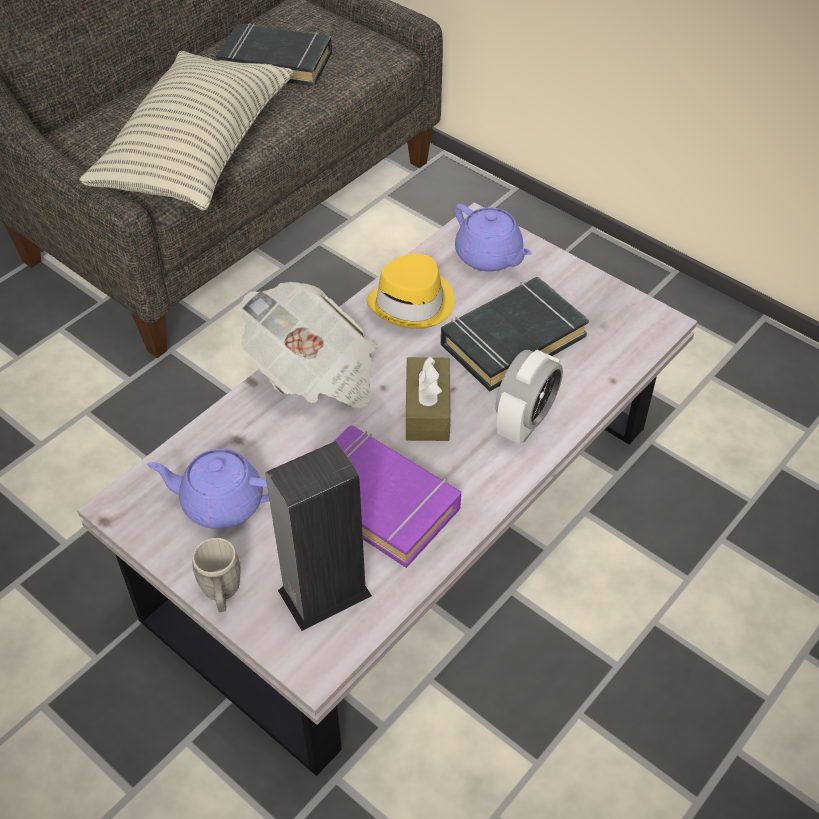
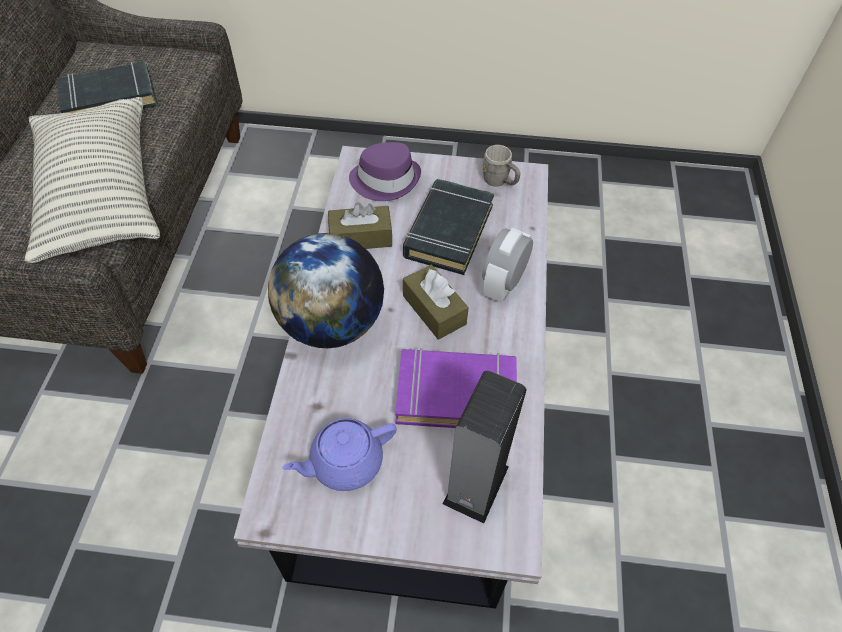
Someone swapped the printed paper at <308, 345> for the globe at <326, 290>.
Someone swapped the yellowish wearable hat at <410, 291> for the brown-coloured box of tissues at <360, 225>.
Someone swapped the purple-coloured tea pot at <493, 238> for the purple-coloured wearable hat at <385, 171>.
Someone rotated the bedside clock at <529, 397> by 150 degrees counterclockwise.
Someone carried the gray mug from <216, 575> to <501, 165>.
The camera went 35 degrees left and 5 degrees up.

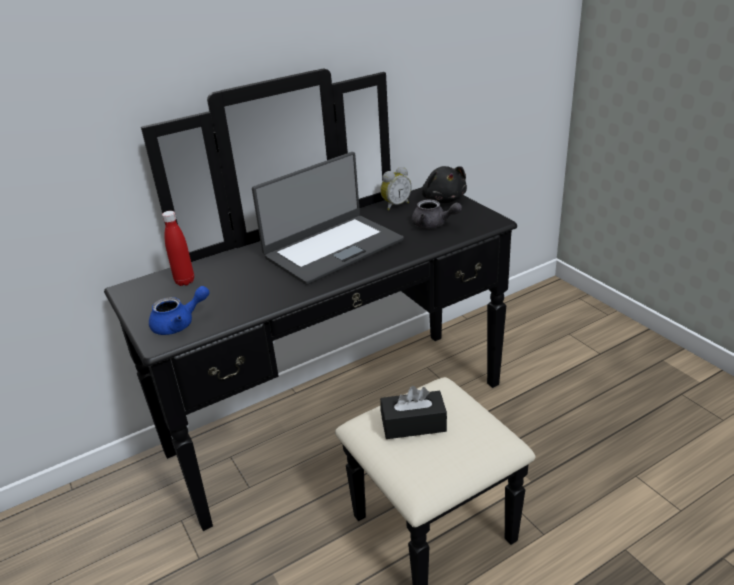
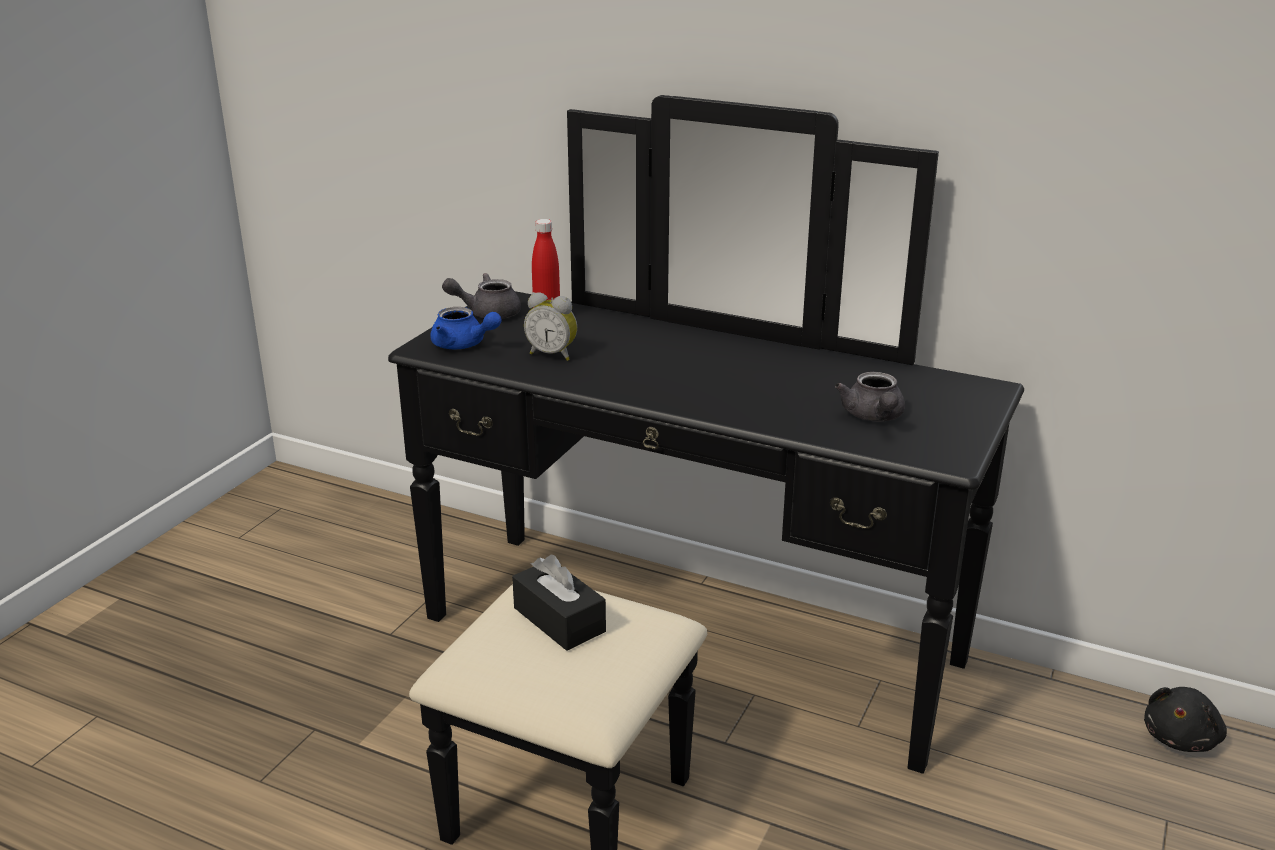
Someone put down the gray tea pot at <481, 296>.
Someone carried the bedside clock from <396, 188> to <550, 326>.
Someone carried the black cuddly toy from <444, 184> to <1185, 719>.
Someone took away the laptop at <328, 218>.
The camera went 55 degrees right and 5 degrees down.

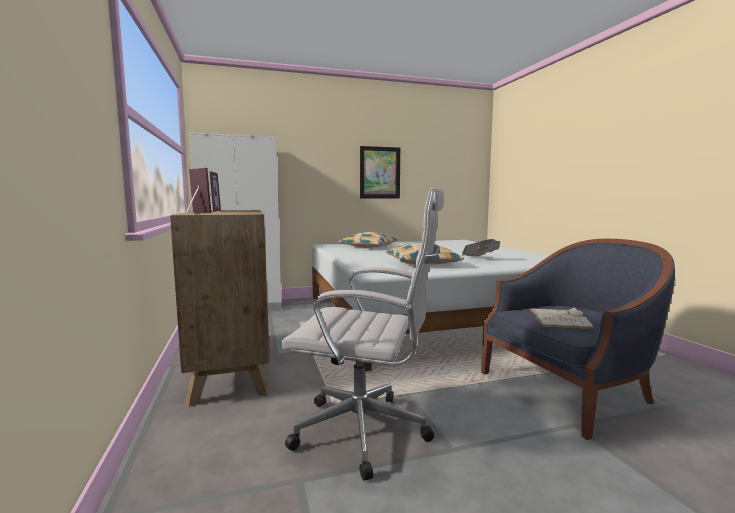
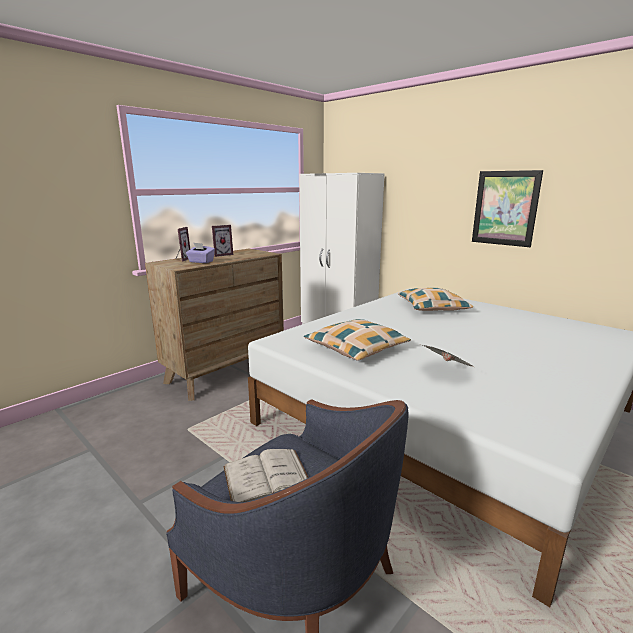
Someone put down the purple-coloured box of tissues at <200, 253>.
Someone took away the white computer chair at <362, 334>.
The camera went 60 degrees right and 10 degrees up.

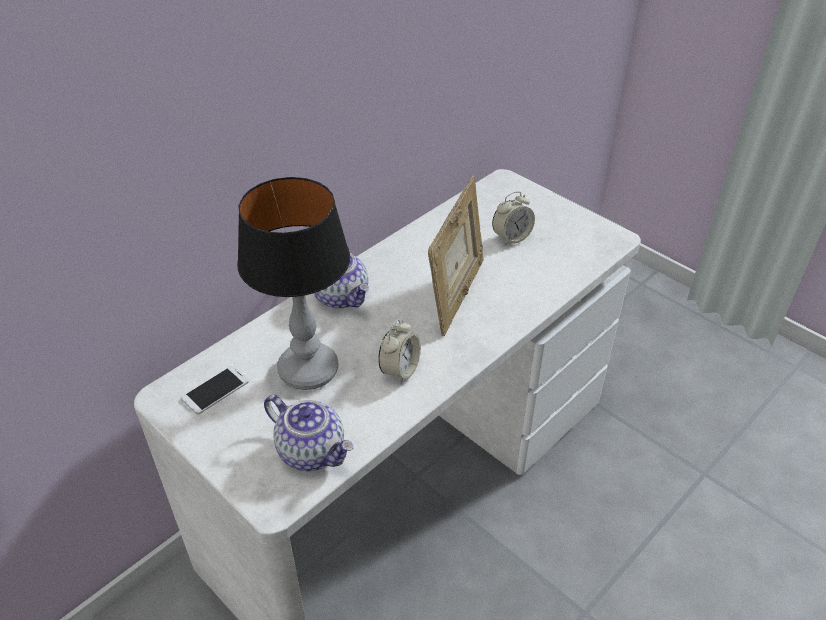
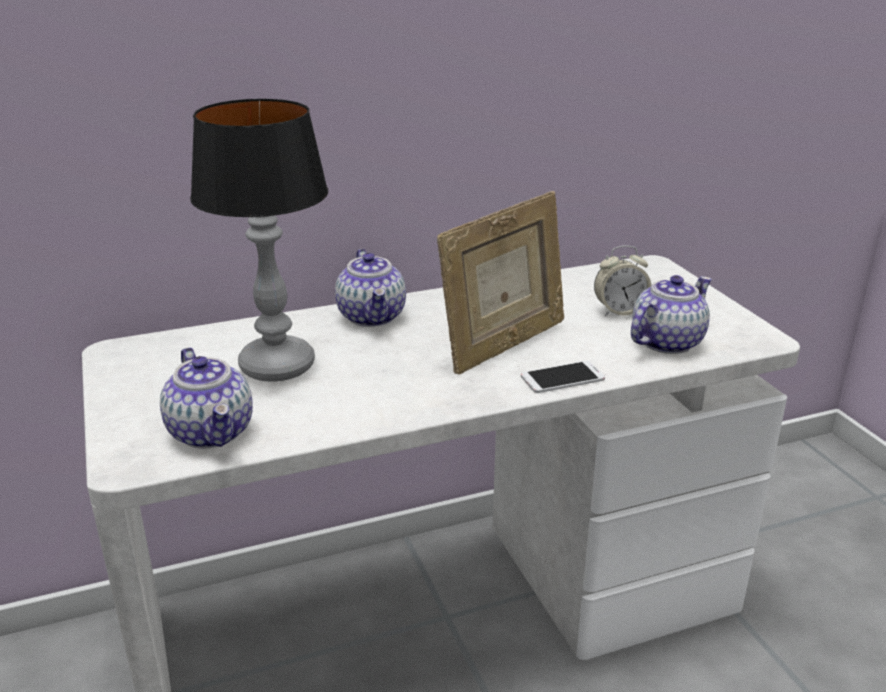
Someone carried the handset from <215, 390> to <563, 377>.
Someone put down the tea pot at <671, 314>.
Someone took away the bedside clock at <399, 351>.
The camera went 25 degrees right and 15 degrees down.

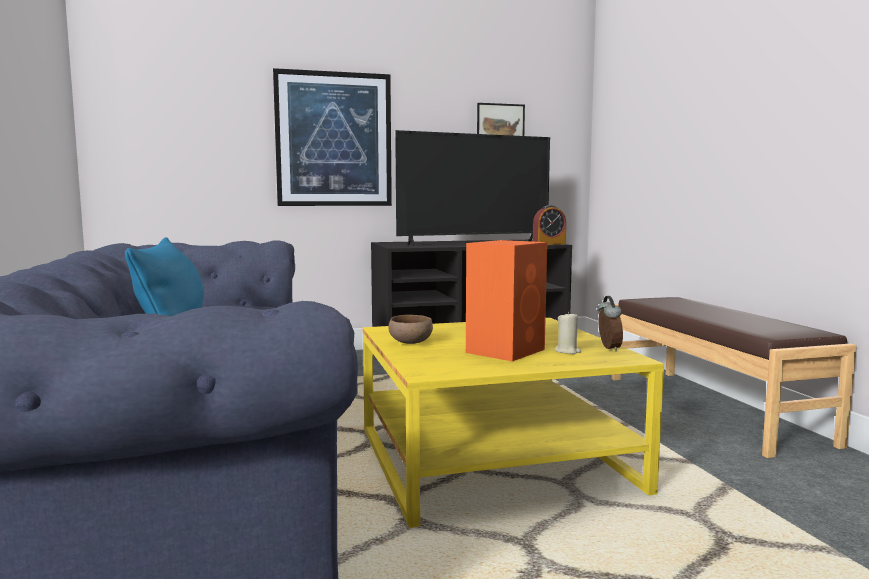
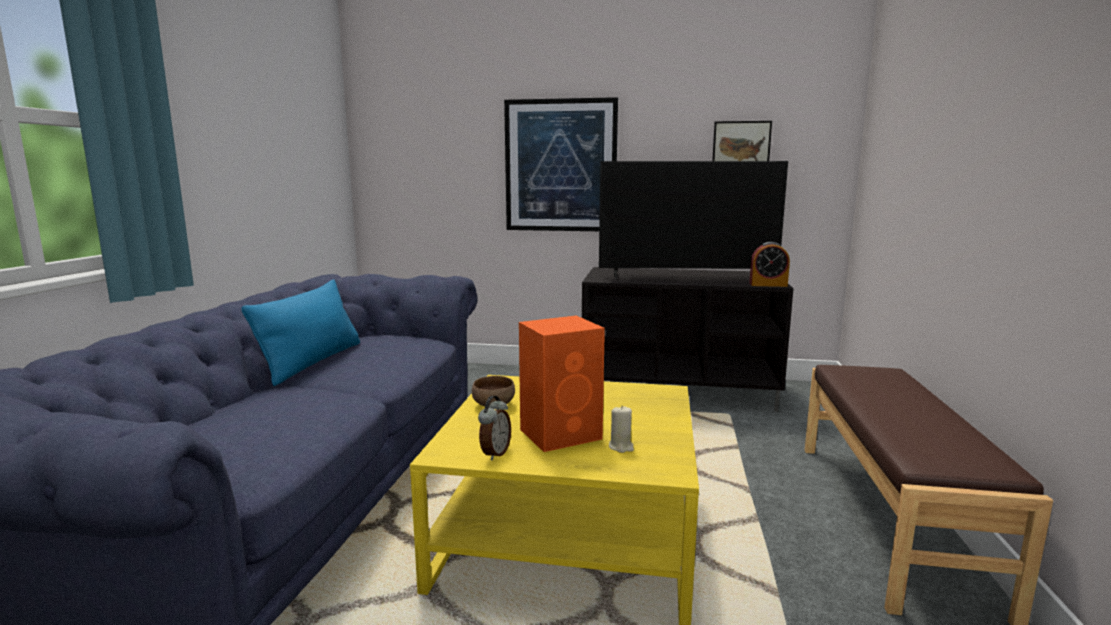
Someone carried the bedside clock from <610, 323> to <494, 428>.
The camera went 25 degrees right and 5 degrees up.

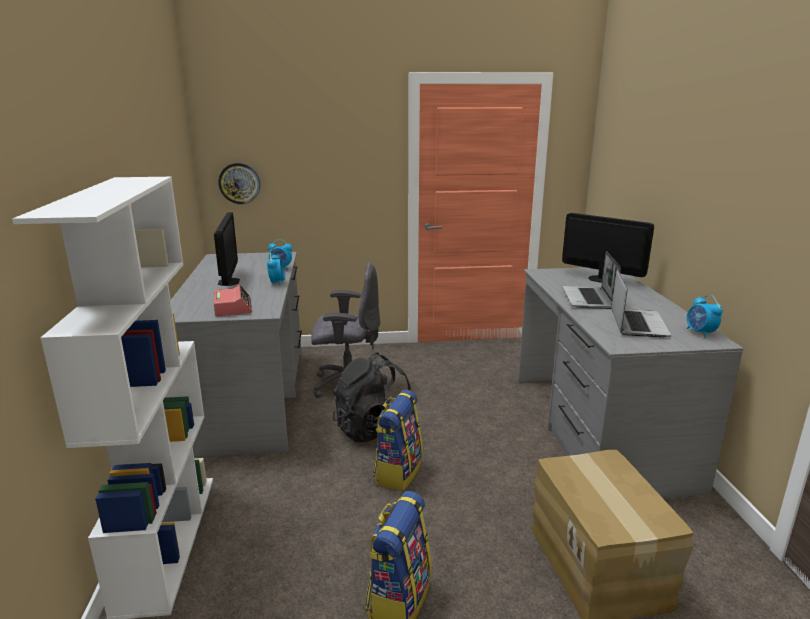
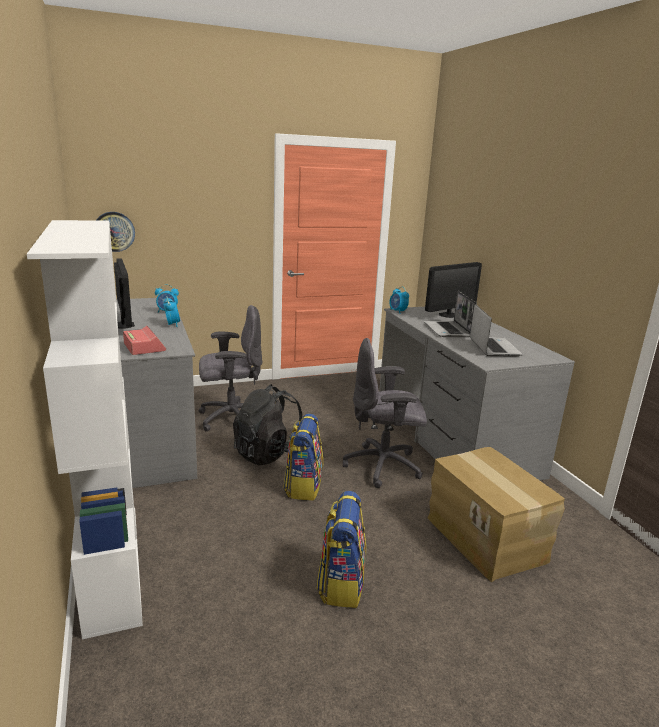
Someone put down the gray computer chair at <385, 413>.
Someone carried the bedside clock from <705, 316> to <399, 300>.
Someone rotated the computer screen at <608, 248> by 120 degrees clockwise.
The camera went 15 degrees left and 0 degrees up.

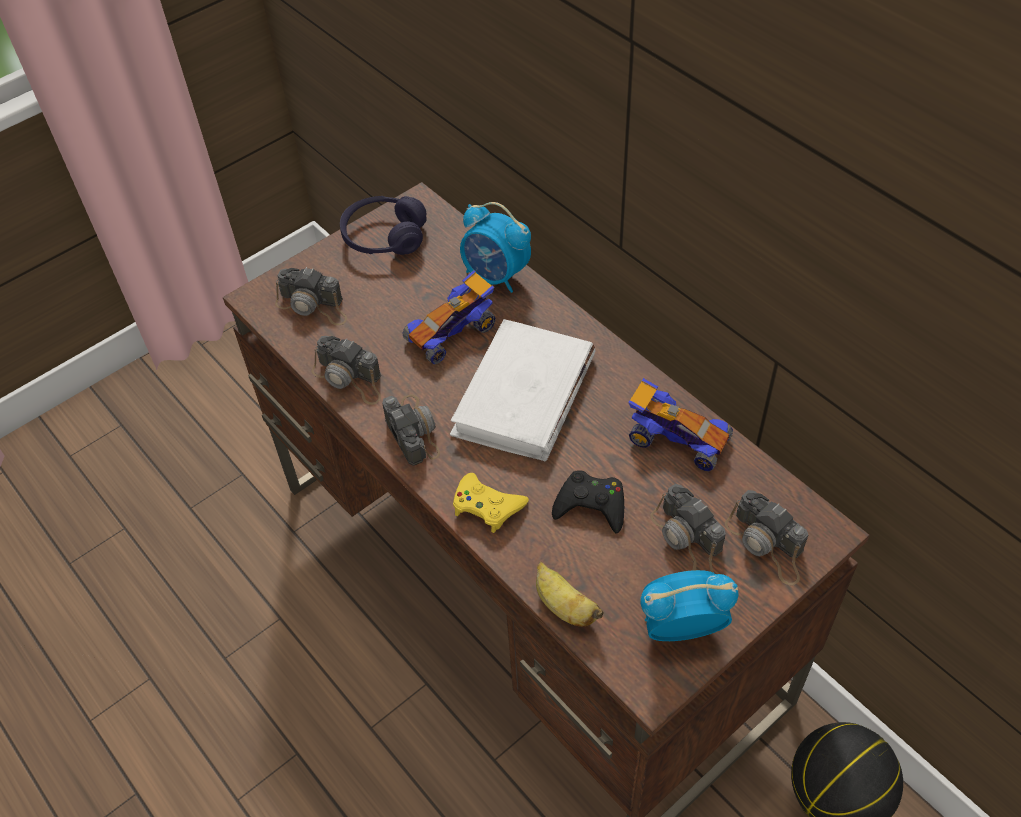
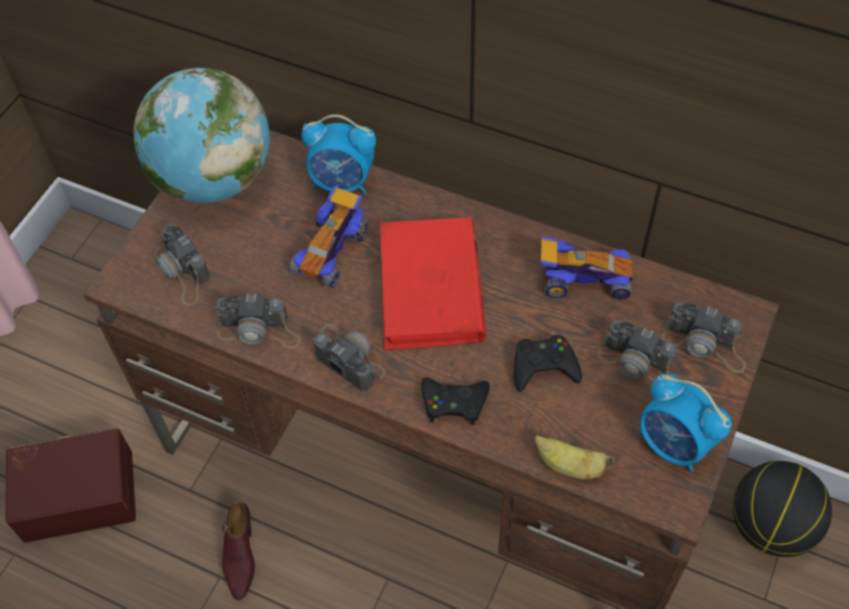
Someone put down the brown-coloured storage bin at <71, 485>.
Someone swapped the purple-coloured headphones at <383, 225> for the globe at <201, 135>.
Someone rotated the still camera at <311, 296> by 60 degrees clockwise.
Someone put down the brown-coloured shoe at <238, 550>.
Someone repainted the white book at <523, 390>, which became the red-coloured book at <433, 283>.
Someone repainted the yellowish joypad at <491, 503>, which became the black joypad at <455, 401>.
Someone rotated the bedside clock at <689, 605> by 105 degrees counterclockwise.
The camera went 25 degrees left and 5 degrees up.

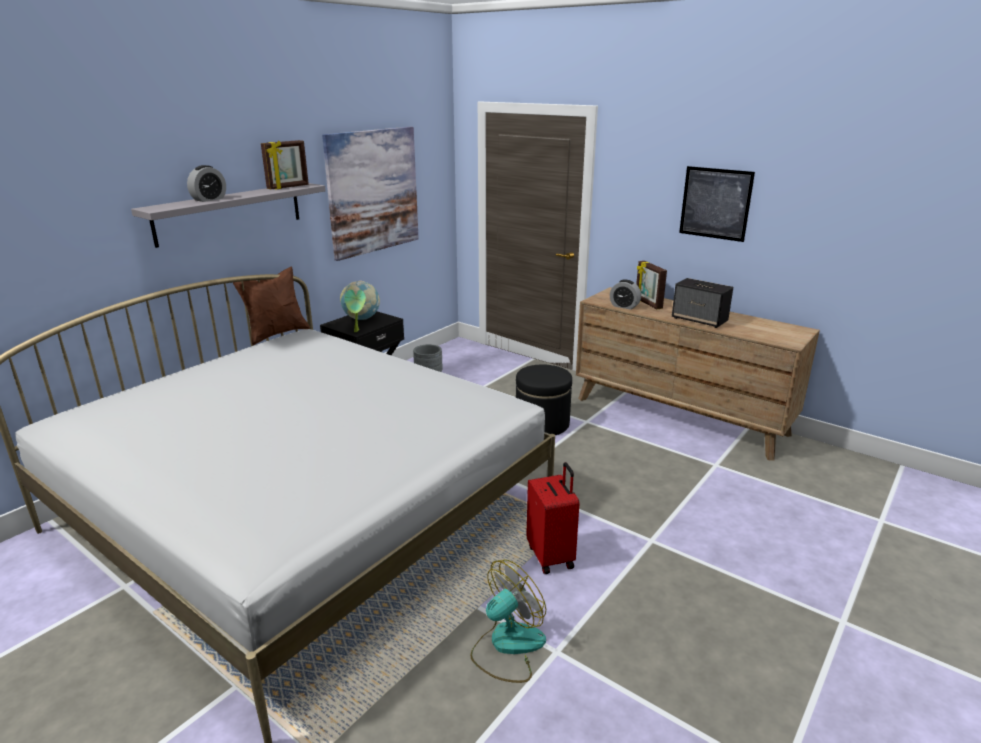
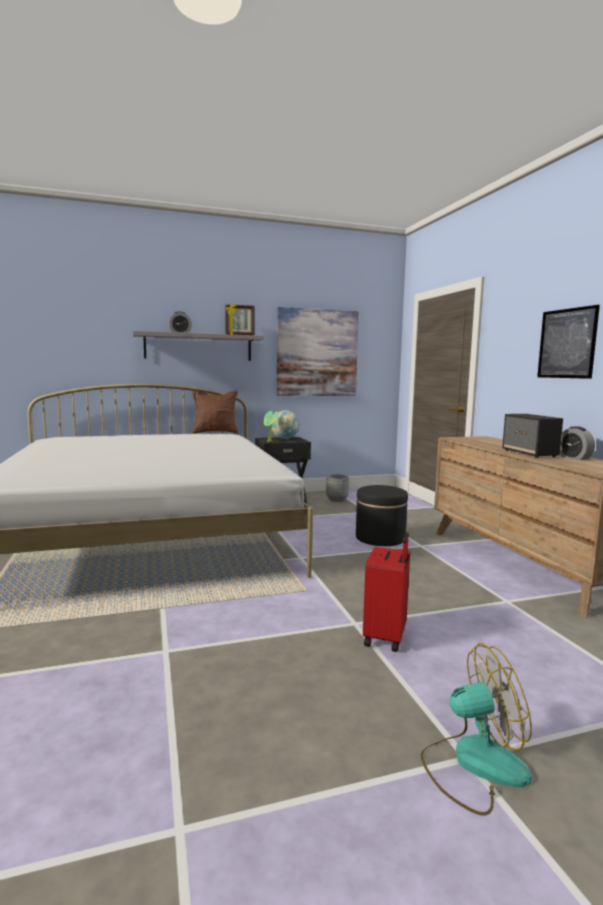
Someone carried the red-coloured suitcase from <552, 518> to <386, 592>.
Someone carried the cooling fan from <508, 621> to <476, 729>.
Someone carried the bedside clock from <625, 294> to <577, 443>.
Someone took away the standing frame at <651, 285>.
The camera went 35 degrees right and 15 degrees down.

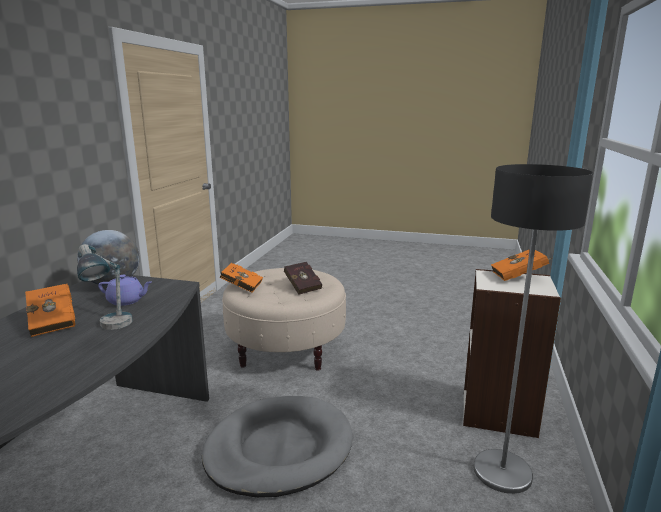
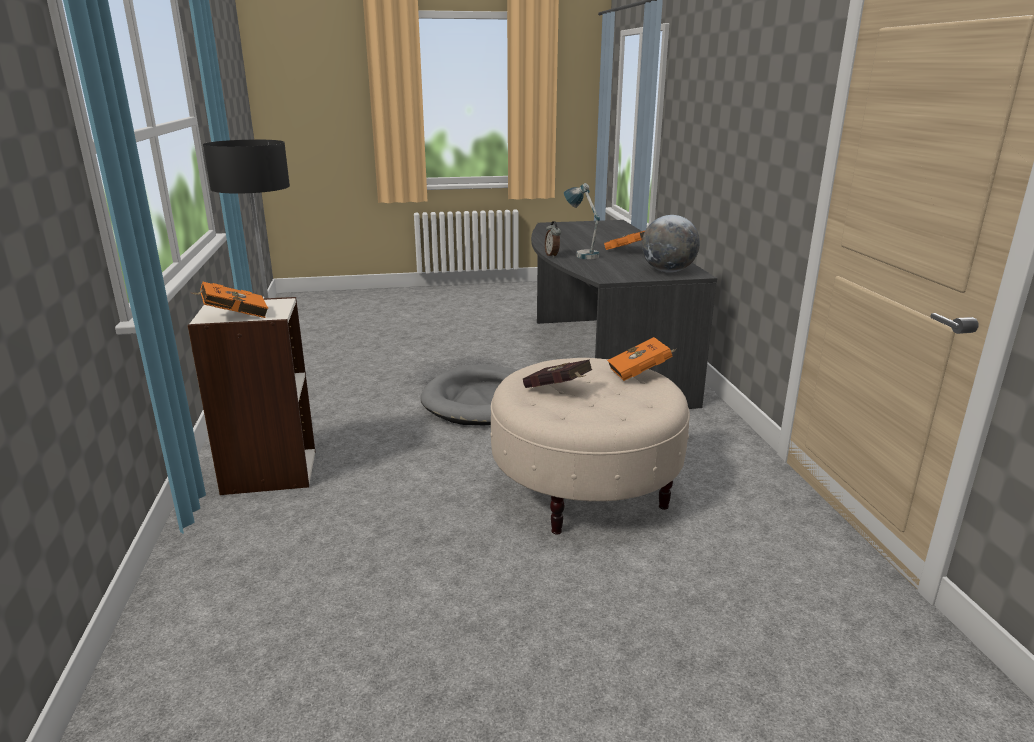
Someone put down the bedside clock at <553, 239>.
Someone took away the purple-coloured tea pot at <125, 290>.
The camera went 155 degrees right and 5 degrees up.

